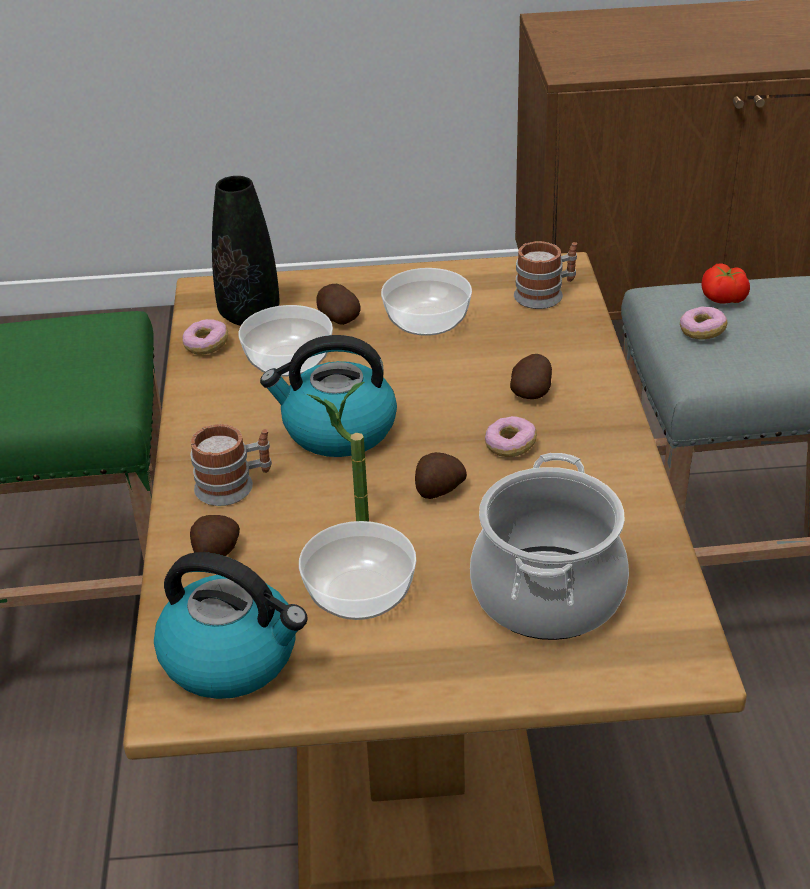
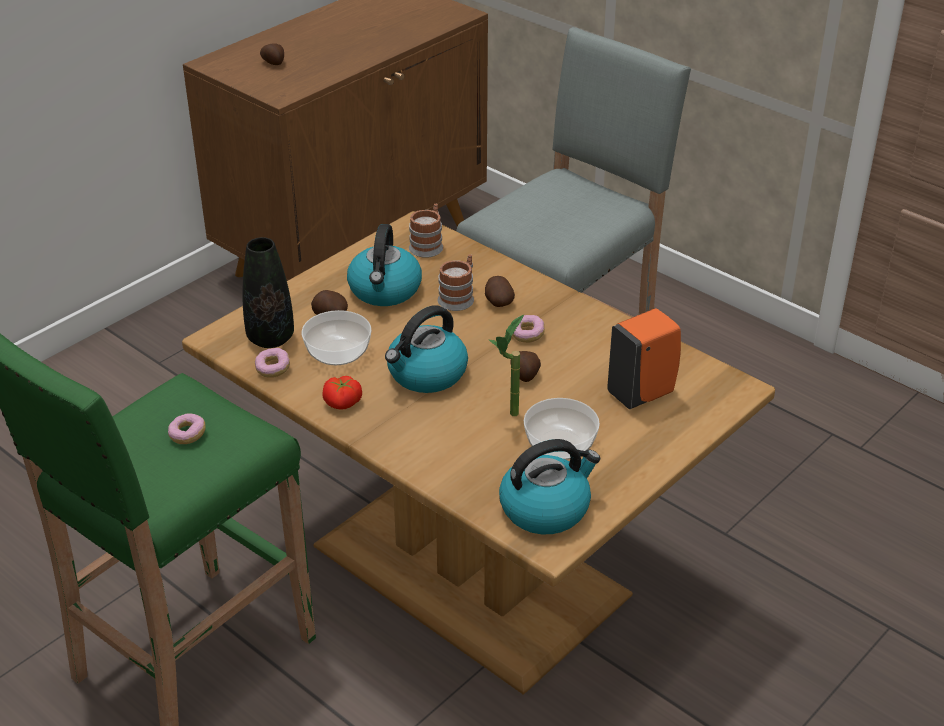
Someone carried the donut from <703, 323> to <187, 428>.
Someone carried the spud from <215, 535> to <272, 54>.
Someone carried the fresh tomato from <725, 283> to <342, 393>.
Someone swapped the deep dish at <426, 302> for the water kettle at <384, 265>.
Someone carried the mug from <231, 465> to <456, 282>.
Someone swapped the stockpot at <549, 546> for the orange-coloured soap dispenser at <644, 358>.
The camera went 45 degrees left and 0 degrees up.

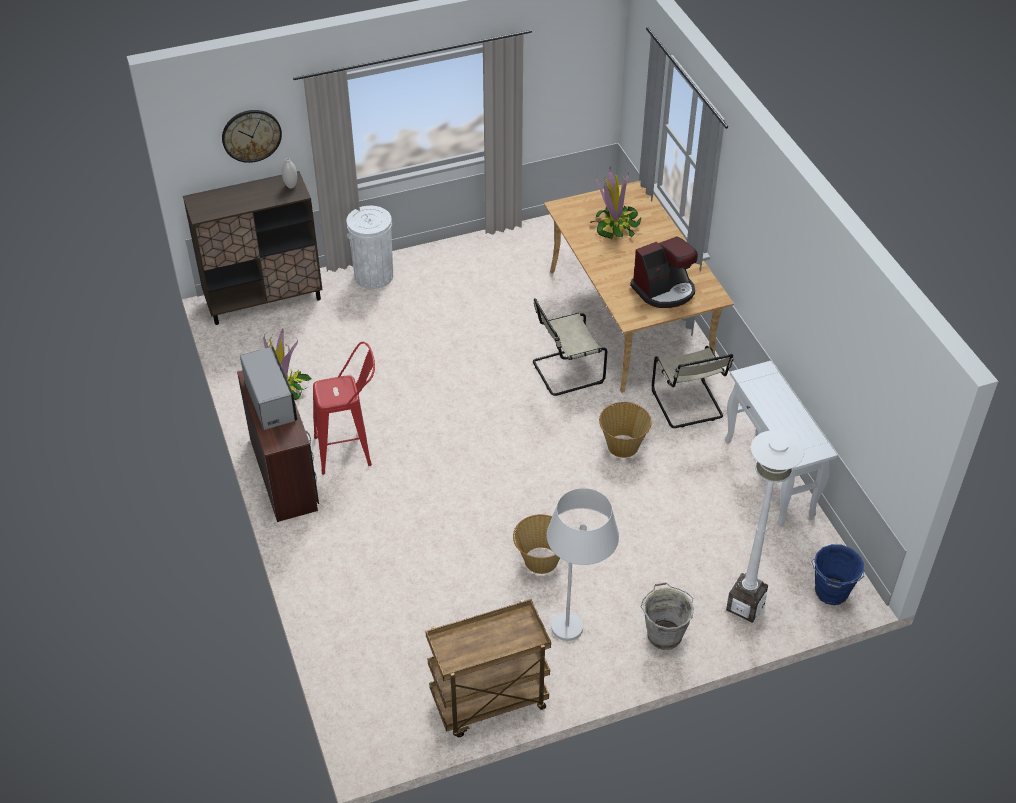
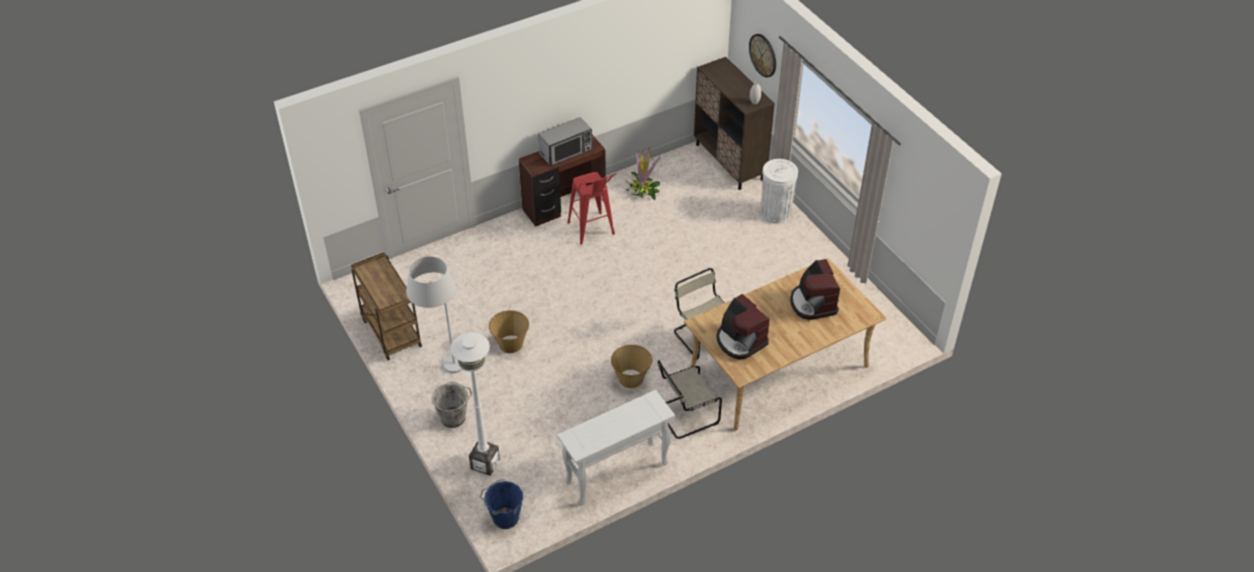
Someone swapped the potted plant at <615, 203> for the coffee maker at <815, 289>.
The camera went 80 degrees right and 0 degrees up.

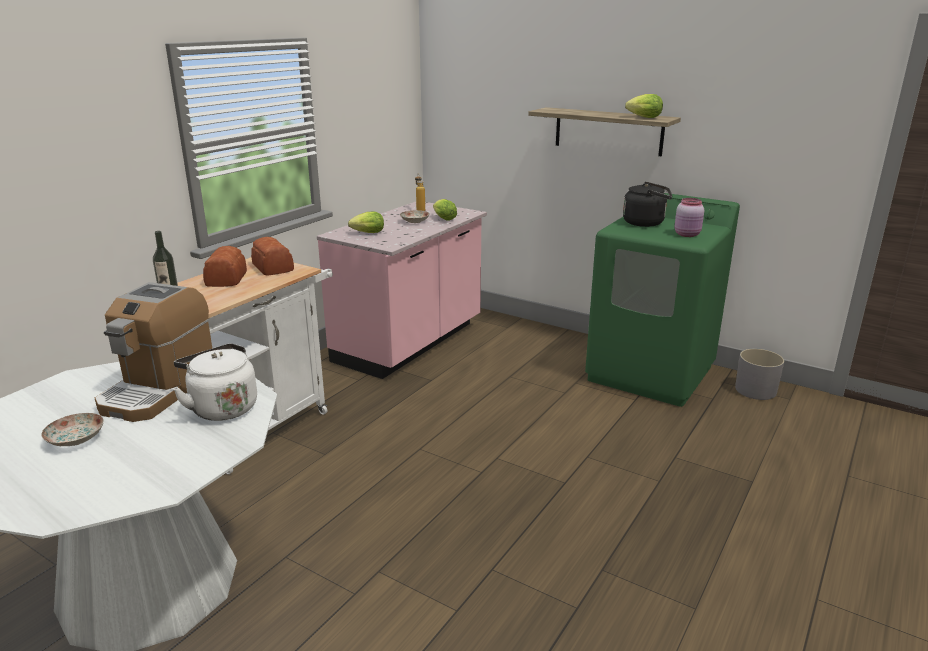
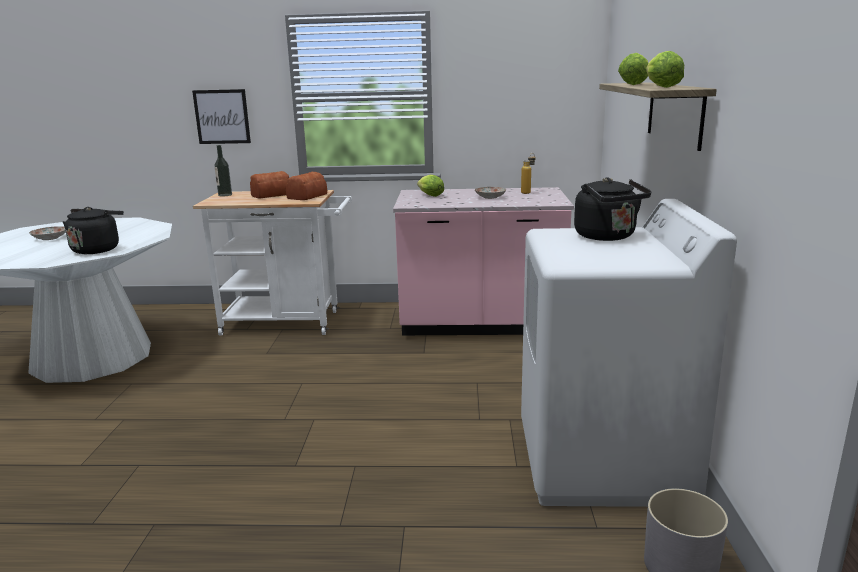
Someone repainted the white water kettle at <215, 382>, which became the black water kettle at <93, 230>.
Someone put up the wall art at <221, 116>.
Someone repainted the greenish laundry appliance at <662, 300>, which became the white laundry appliance at <629, 353>.
Someone carried the lettuce from <445, 210> to <633, 69>.
Someone took away the coffee maker at <153, 352>.
Someone took away the pinkish storage jar at <689, 217>.
The camera went 60 degrees right and 5 degrees down.

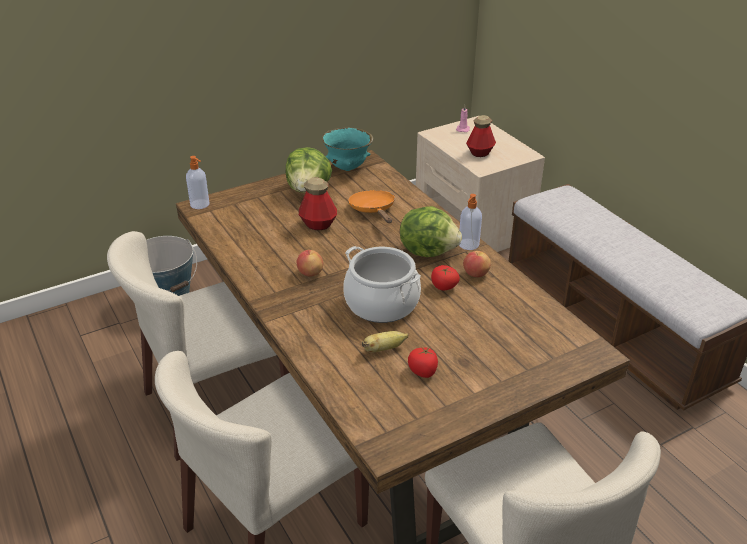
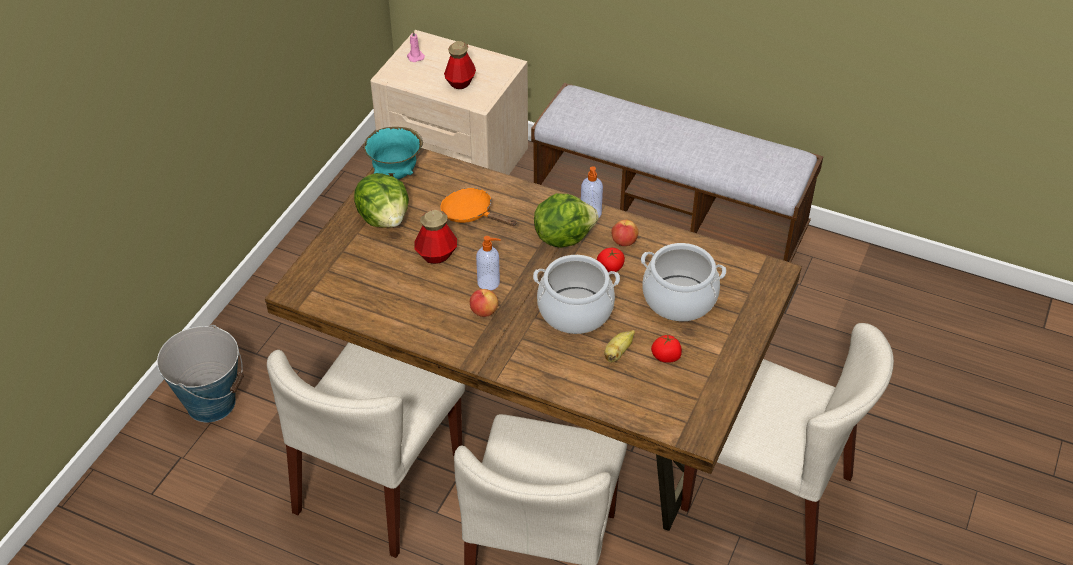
Someone carried the soap dispenser from <198, 182> to <488, 263>.
Someone put down the stockpot at <683, 282>.
The camera went 35 degrees left and 10 degrees up.

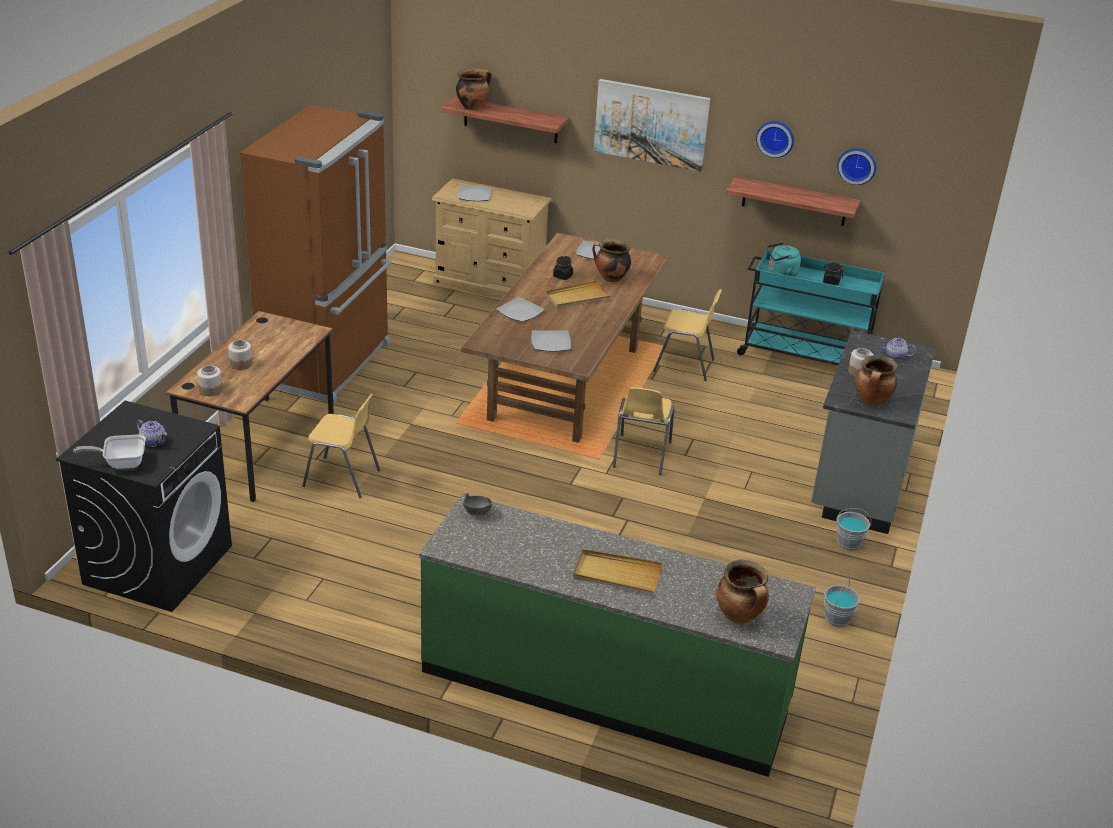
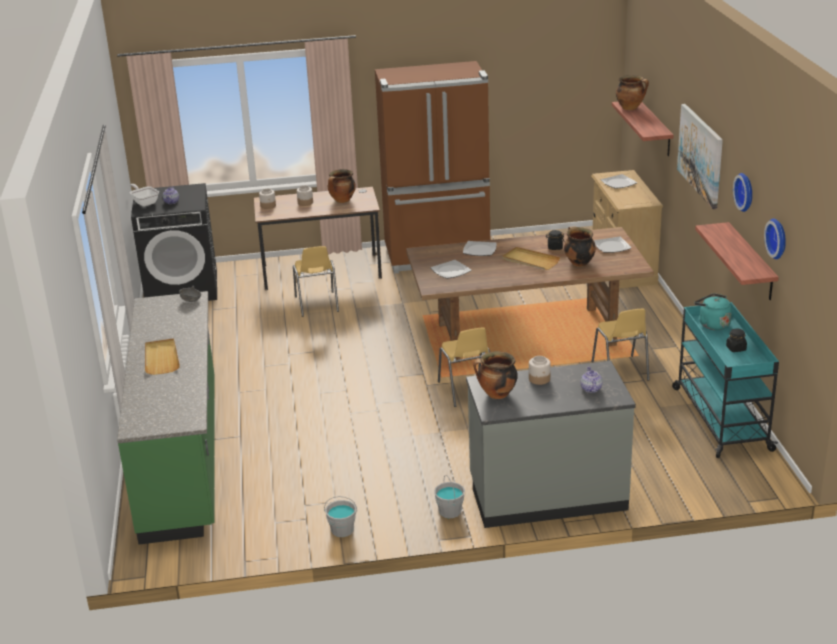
Someone carried the stockpot from <742, 592> to <342, 186>.
Someone rotated the yellowish plain chair at <644, 431> by 90 degrees counterclockwise.
The camera went 65 degrees right and 5 degrees down.

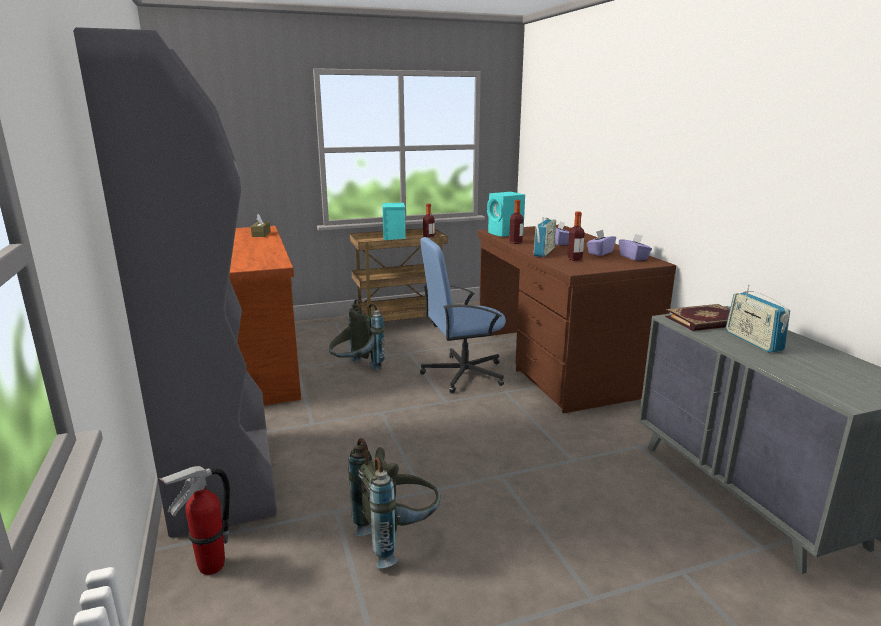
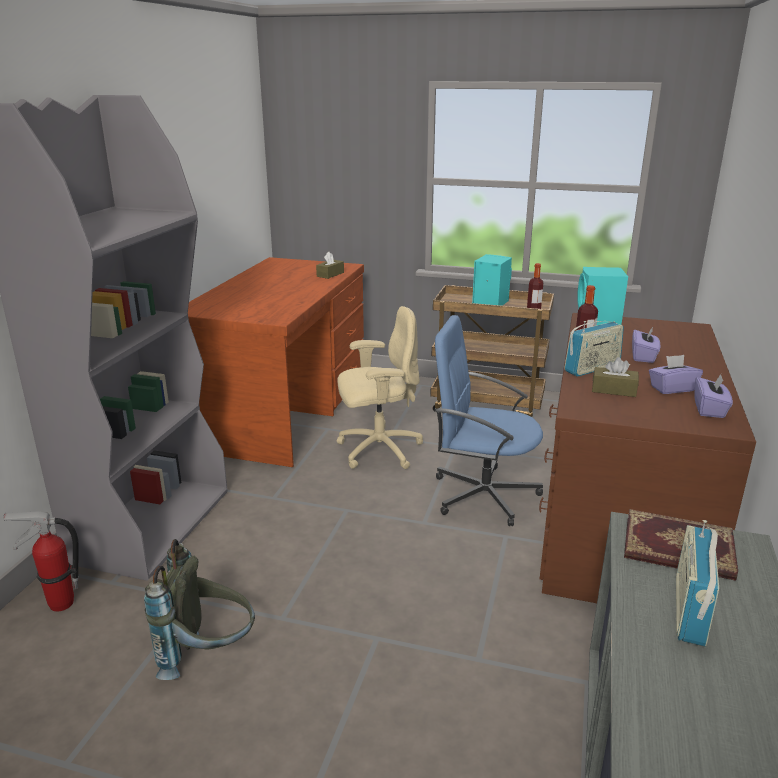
Someone swapped the gray backpack at <357, 334> for the sand-coloured computer chair at <380, 387>.
Someone swapped the drink bottle at <576, 236> for the brown-coloured box of tissues at <615, 377>.
The camera went 35 degrees right and 5 degrees up.

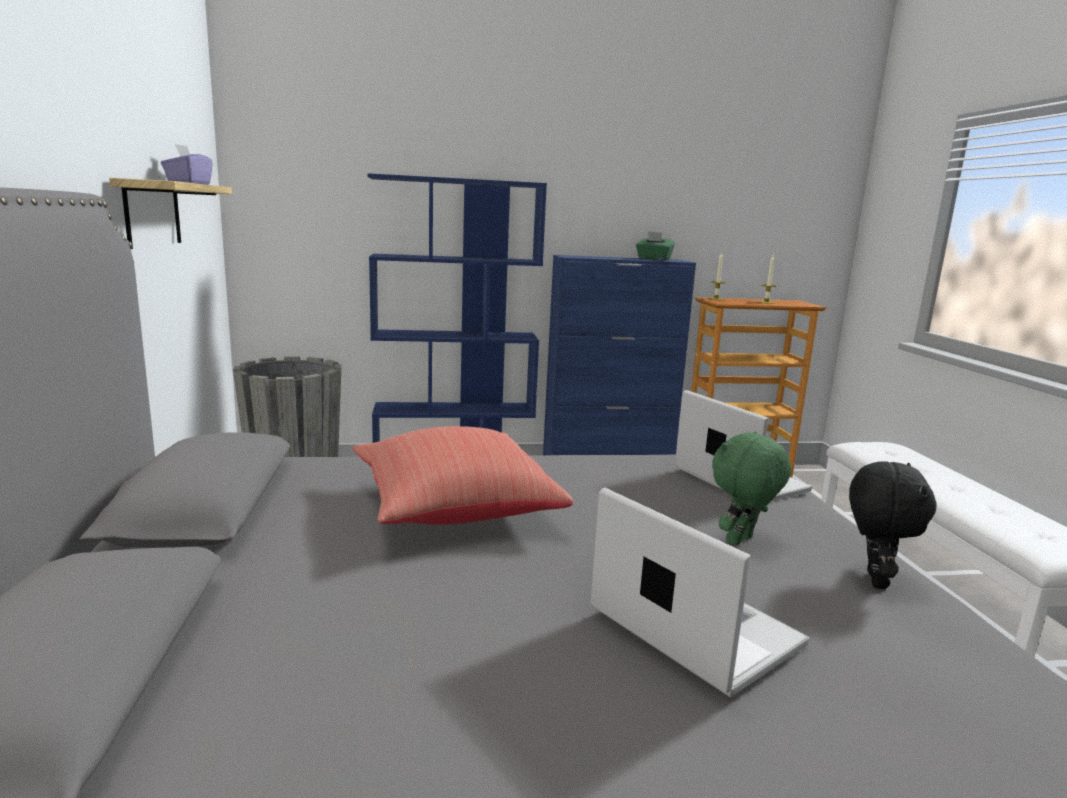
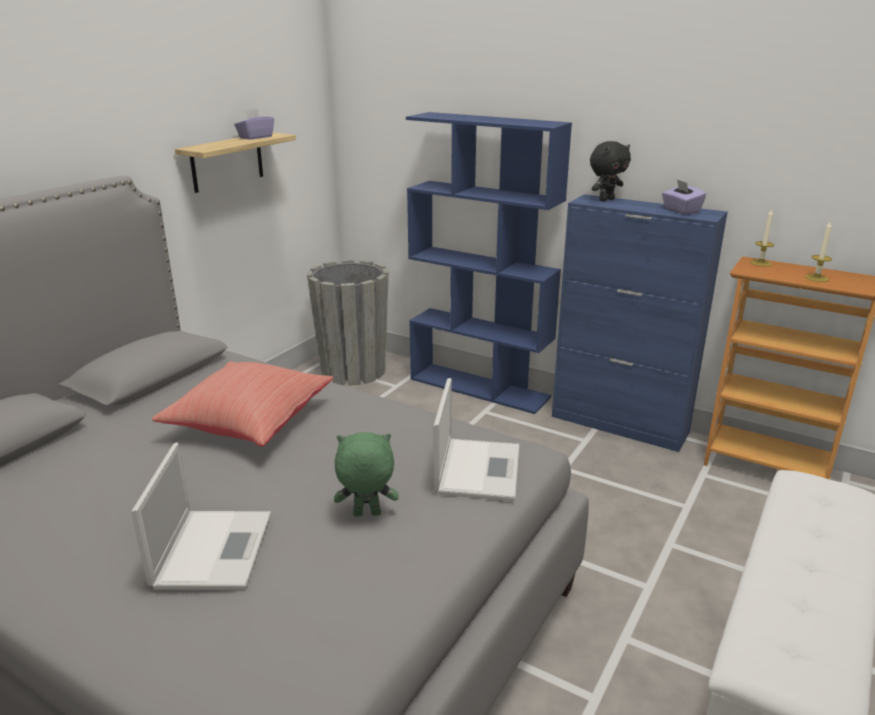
Someone carried the black cuddly toy from <893, 525> to <610, 171>.
Someone repainted the greenish box of tissues at <655, 245>, which became the purple-coloured box of tissues at <684, 196>.
The camera went 40 degrees right and 10 degrees up.

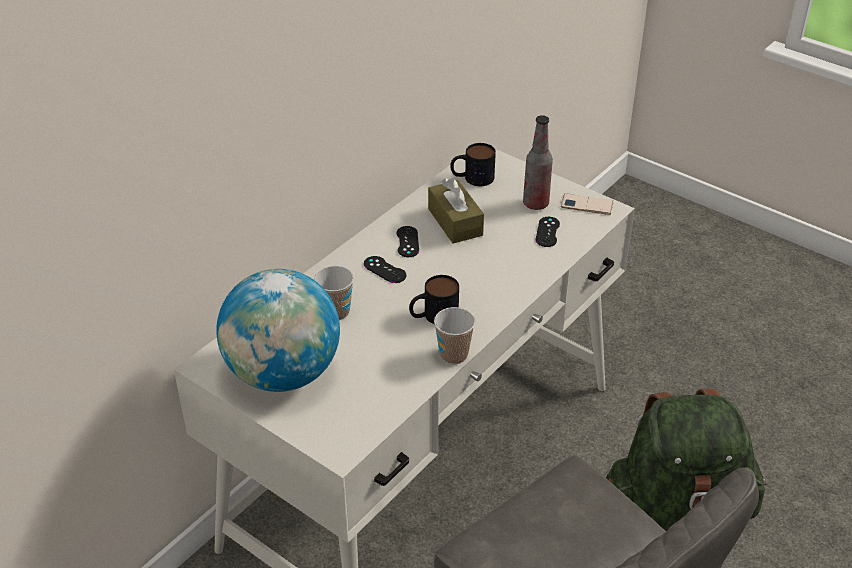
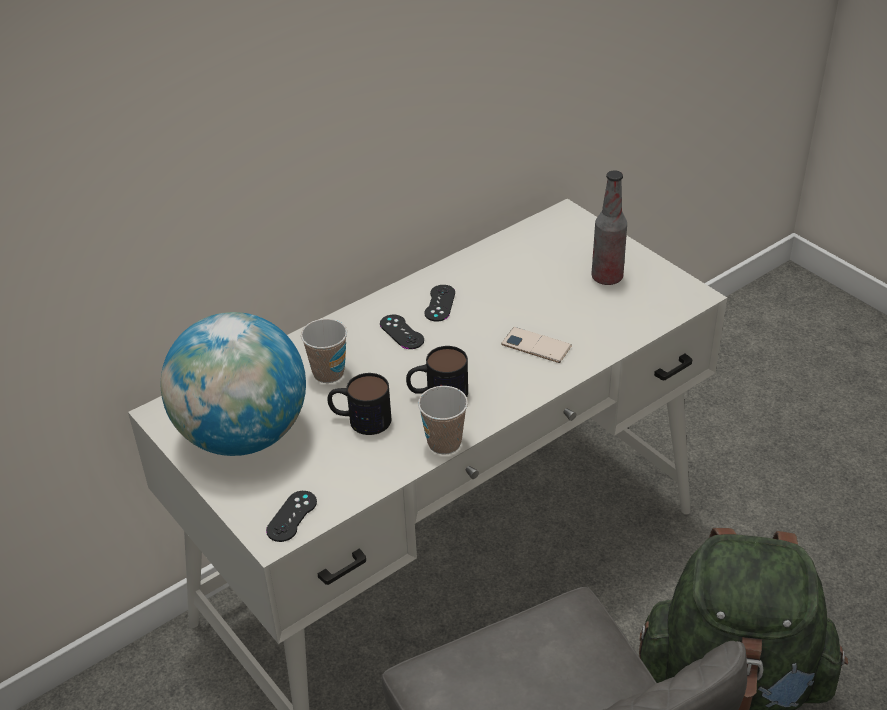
Someone carried the black joypad from <548, 232> to <291, 516>.
Someone carried the mug from <473, 164> to <359, 404>.
Someone carried the handset from <587, 204> to <536, 345>.
Someone took away the brown-coloured box of tissues at <456, 211>.
The camera went 15 degrees right and 0 degrees up.

